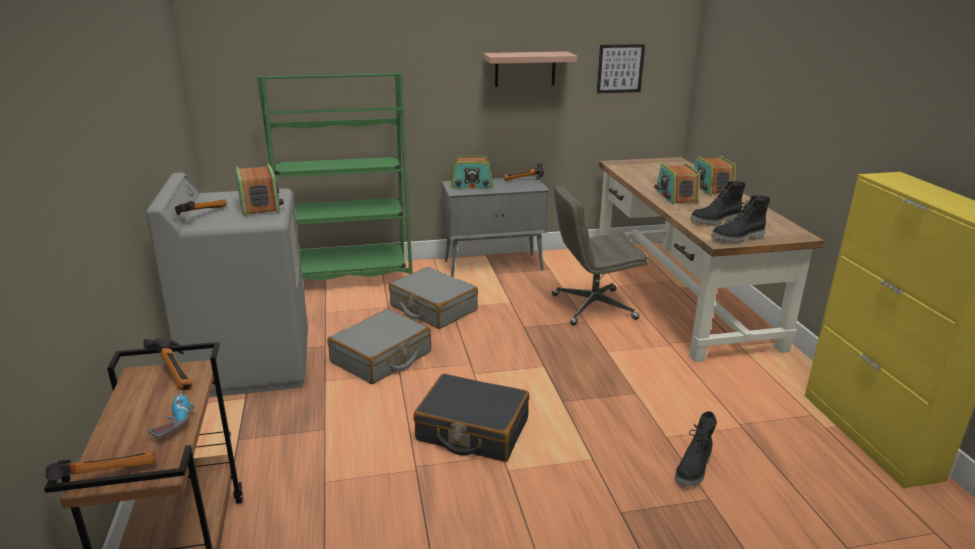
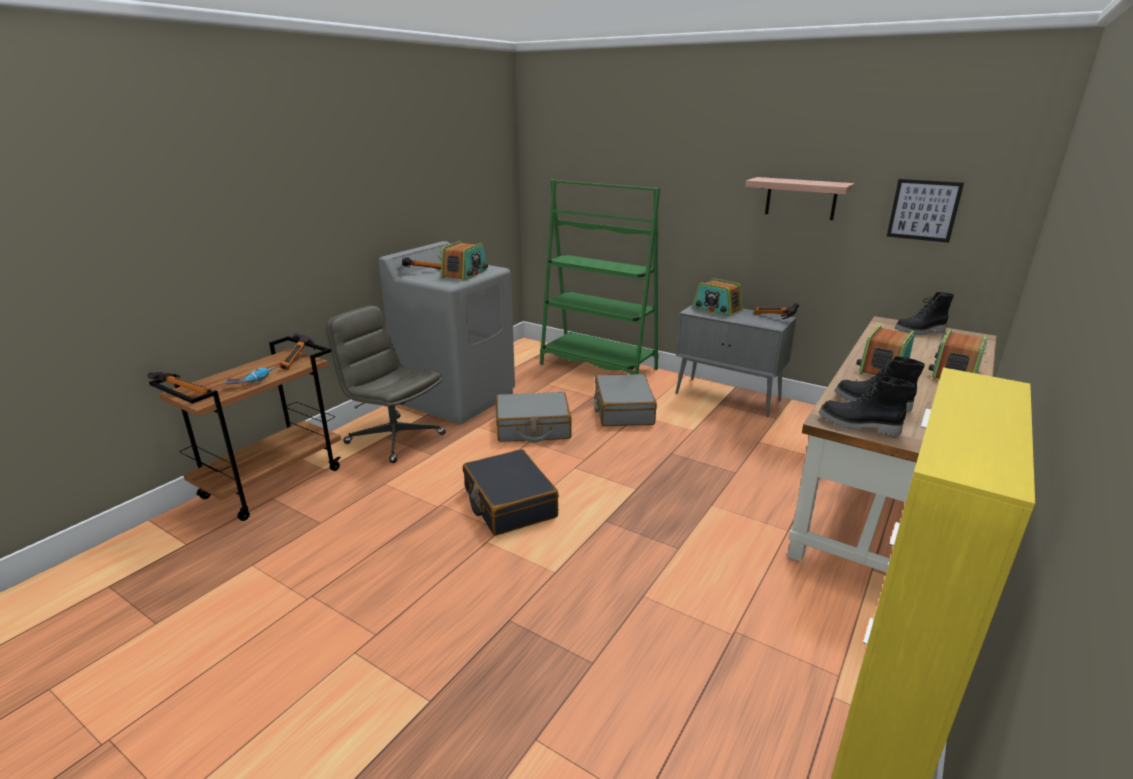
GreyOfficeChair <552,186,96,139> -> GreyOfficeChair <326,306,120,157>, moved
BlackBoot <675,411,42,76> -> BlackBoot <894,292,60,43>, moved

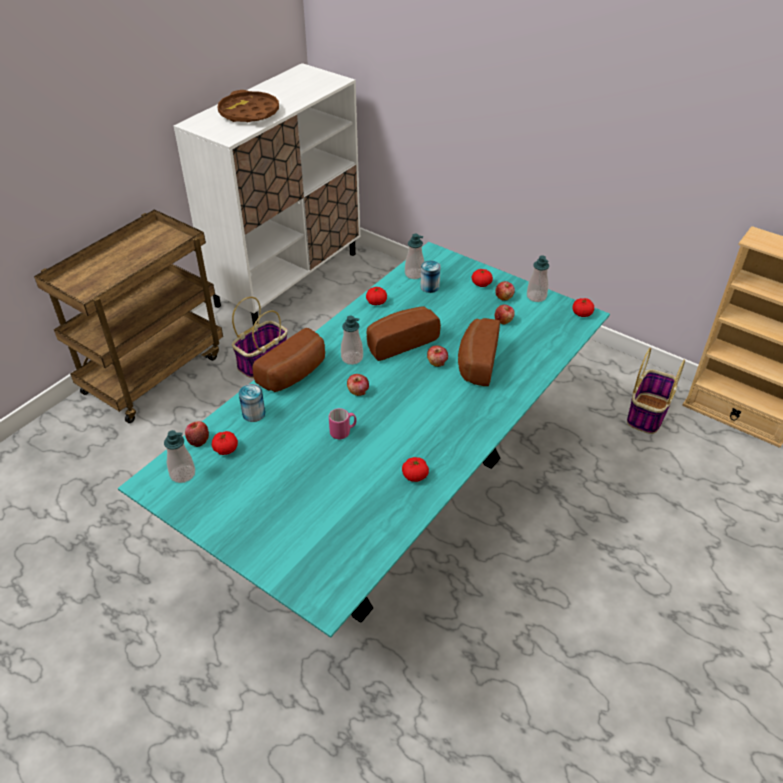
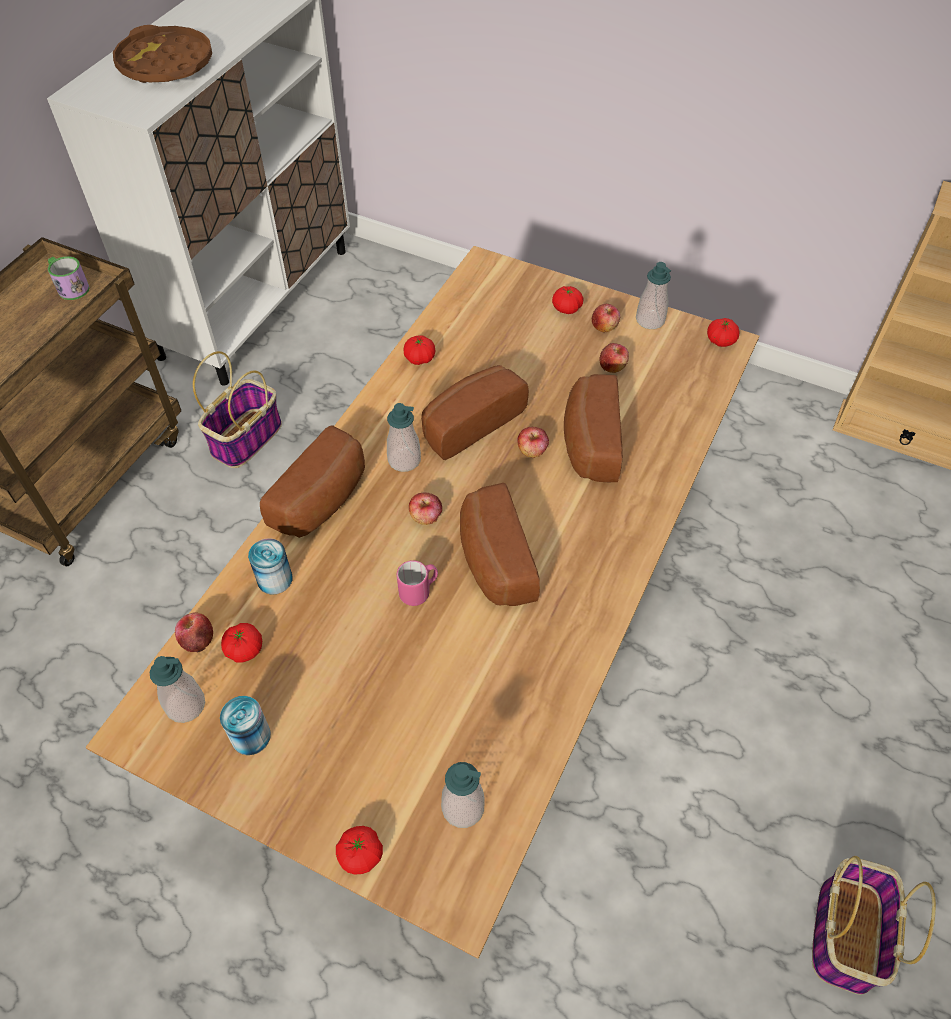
none -> Mug <48,256,42,44>
TurquoiseDiningTable <118,242,492,396> -> BrownDiningTable <85,246,674,713>
Can <420,260,21,33> -> Can <220,696,51,59>, moved
Tomato <402,457,27,25> -> Tomato <336,826,47,49>, moved
SoapDispenser <405,234,19,45> -> SoapDispenser <441,762,44,66>, moved
none -> Bread <460,483,80,123>
Basket <627,348,58,86> -> Basket <812,856,124,139>, moved

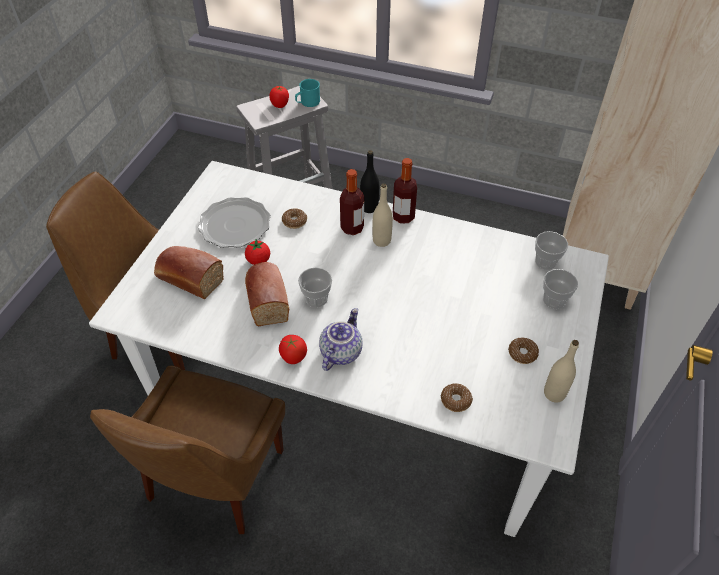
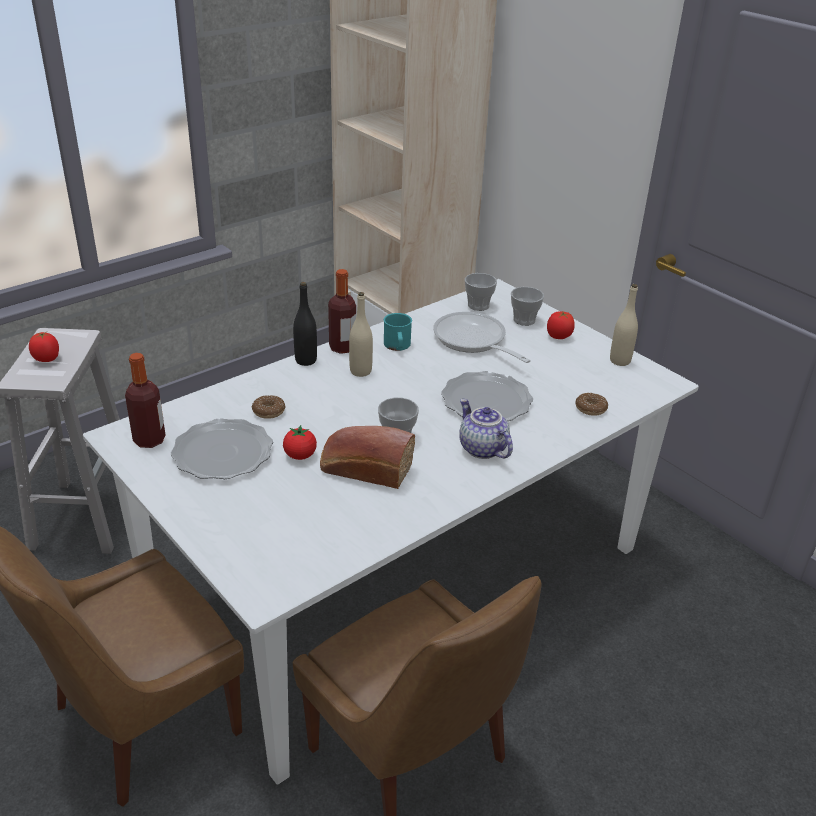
Bottle <340,169,24,66> -> Bottle <125,353,40,95>, moved
TurquoiseMug <295,79,25,28> -> TurquoiseMug <384,313,28,38>, moved
none -> FryingPan <433,312,98,51>
none -> Plate <441,371,92,50>
Tomato <279,335,28,29> -> Tomato <547,311,28,28>, moved
Bread <154,246,69,53> -> none
Donut <508,338,31,26> -> none

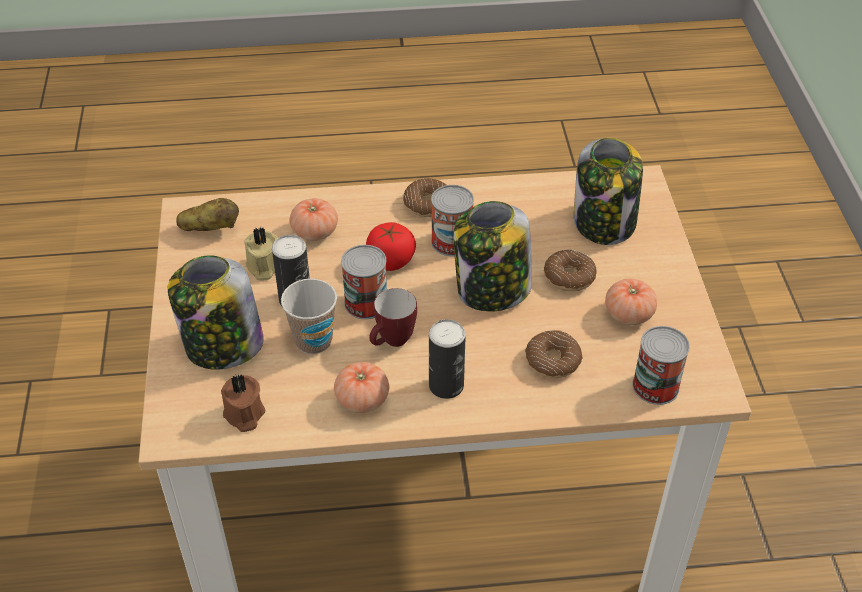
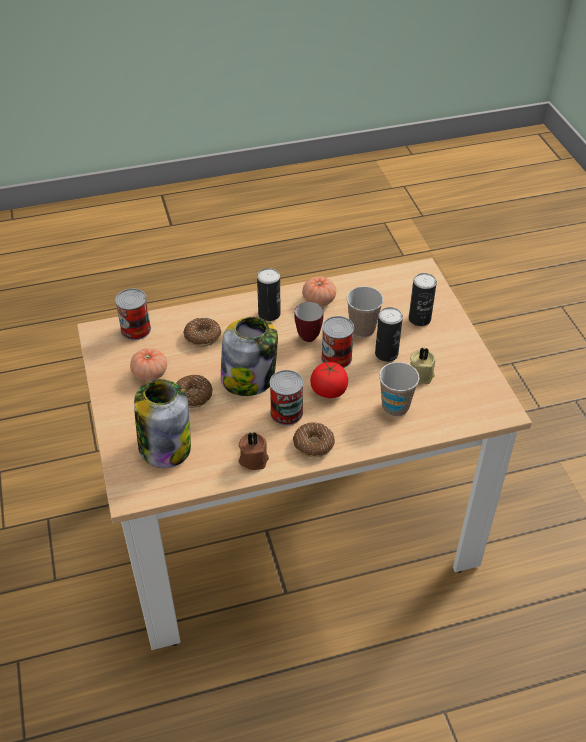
BrownCandle <221,374,44,58> -> BrownCandle <239,433,30,37>, moved
Tomato <289,198,49,43> -> Cup <379,362,40,55>
Jar <168,255,96,115> -> Can <409,273,28,53>
Potato <176,198,63,33> -> none

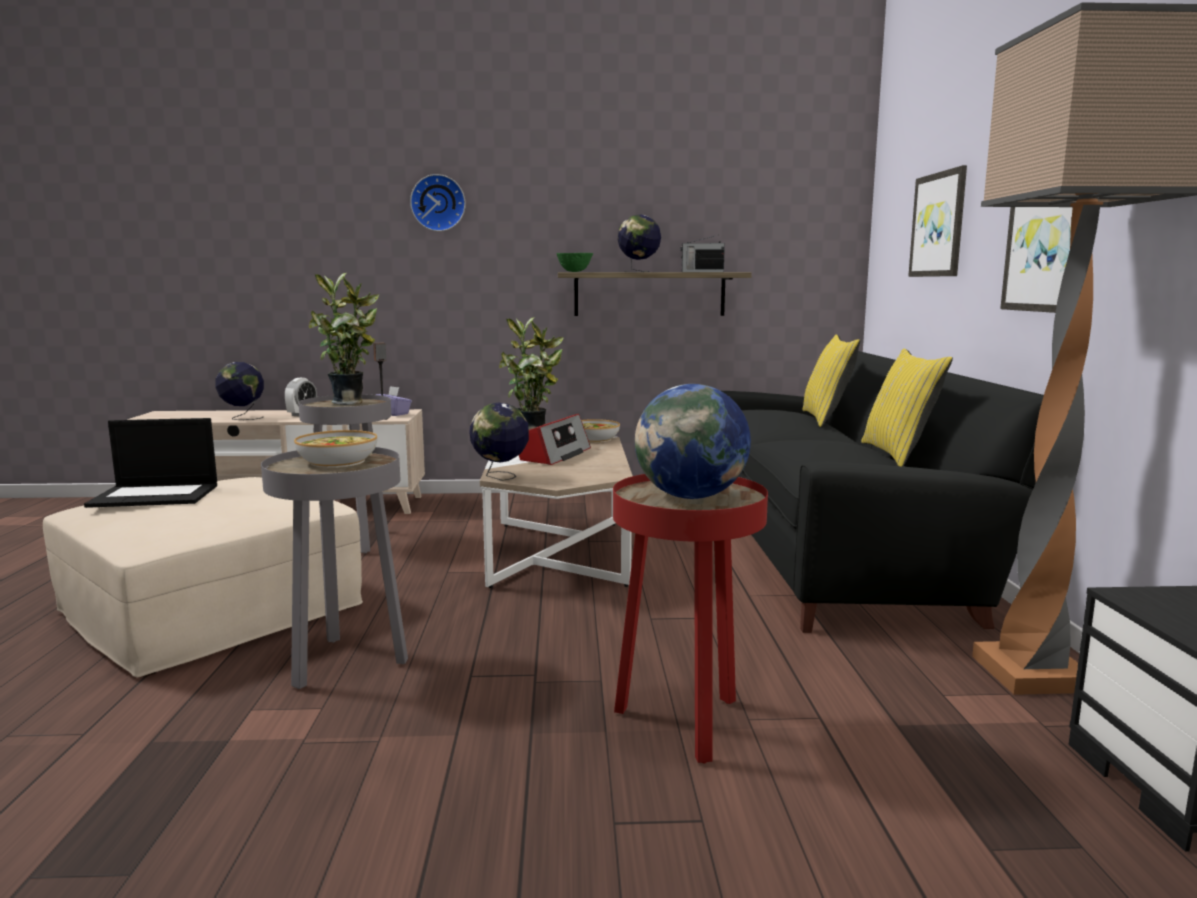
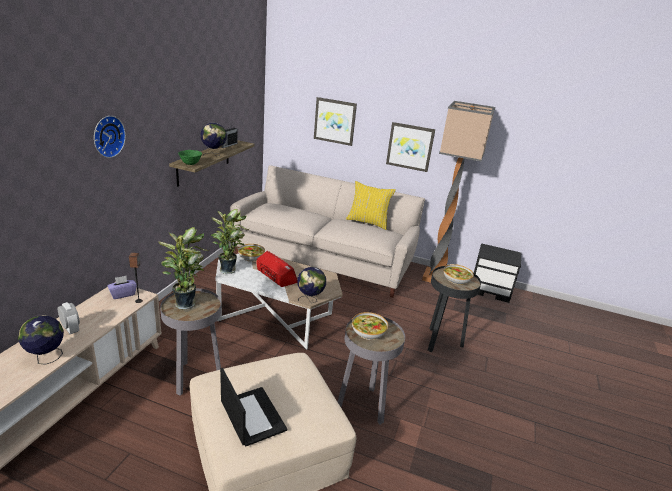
Laptop <84,418,133,90> -> Laptop <220,368,67,79>, 45 degrees counterclockwise
BlackSofa <722,351,322,282> -> BeigeSofa <230,165,195,133>
RedSideTable <613,474,155,290> -> BlackSideTable <428,266,53,86>
Globe <635,384,116,115> -> Bowl <443,264,31,21>
YellowPillow <802,334,58,93> -> none

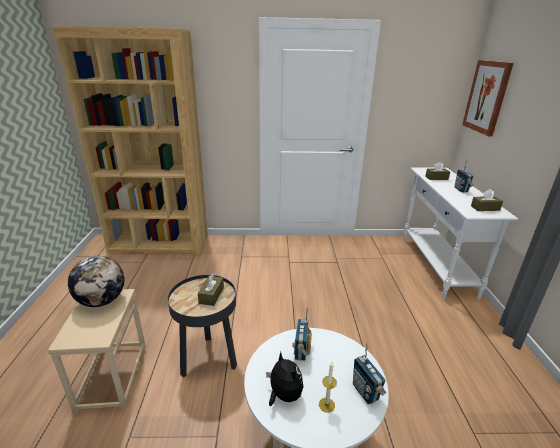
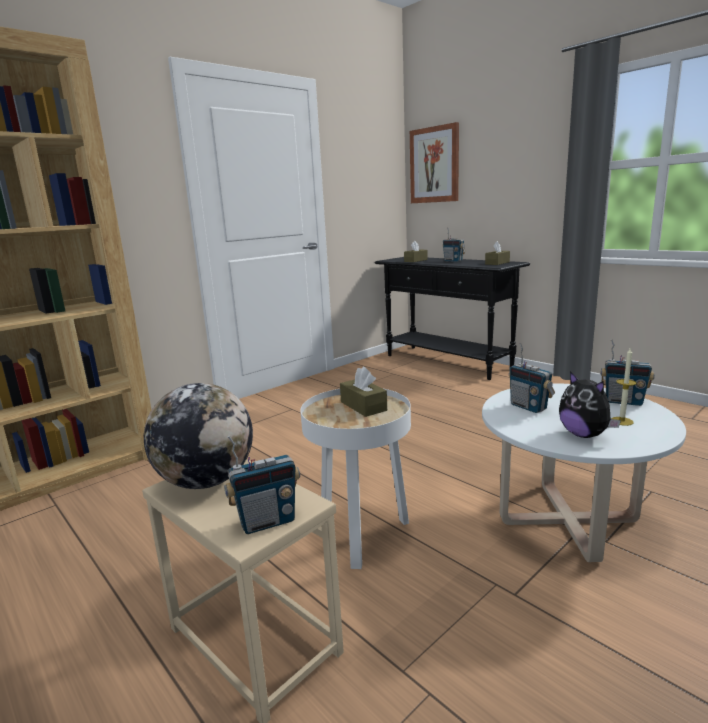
none -> Radio <224,435,76,99>
BlackSideTable <168,275,69,102> -> WhiteSideTable <300,388,111,181>
WhiteConsoleTable <403,167,115,132> -> BlackConsoleTable <375,257,155,123>
PlushToy <266,352,37,54> -> PlushToy <559,371,62,67>, 135 degrees counterclockwise

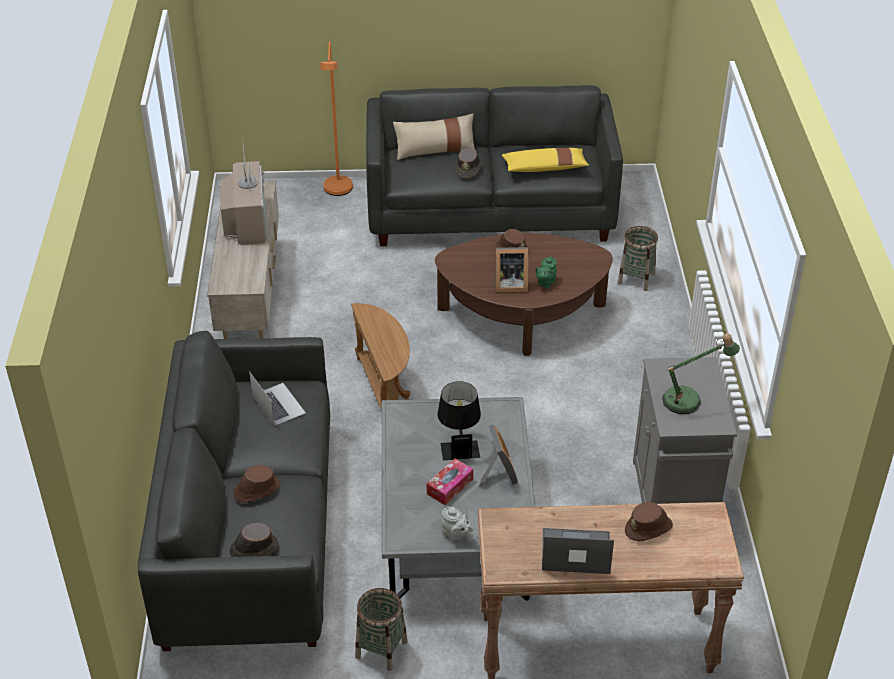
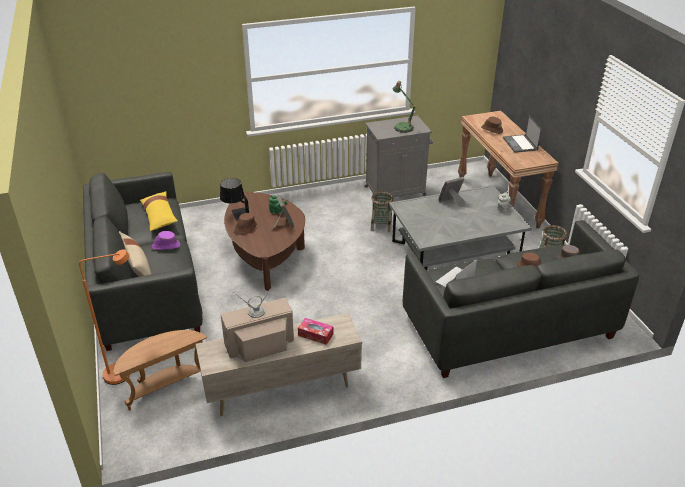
BrownSideTable <351,303,59,107> -> BrownSideTable <113,330,94,81>, moved
BrownHat <456,148,26,30> -> PurpleHat <152,231,28,19>
BlackTableLamp <437,381,44,79> -> BlackTableLamp <220,178,29,43>, moved
TissueBox <427,458,46,47> -> TissueBox <298,318,36,27>, moved
Basket <618,226,40,65> -> Basket <371,191,22,41>, moved

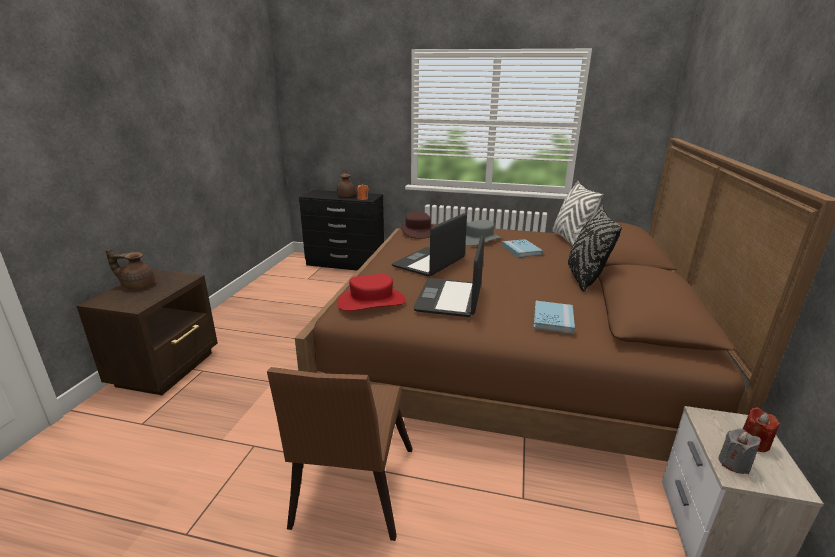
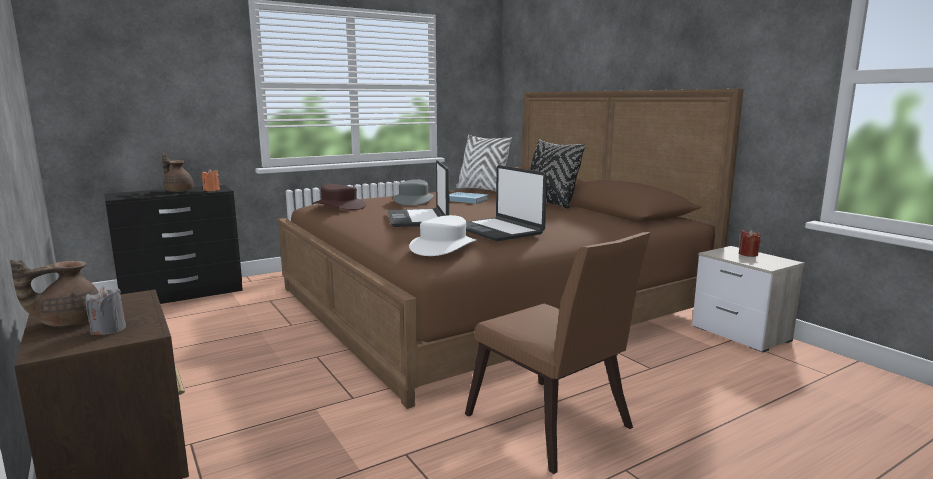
GreyCandle <718,429,43,45> -> GreyCandle <85,286,41,49>, moved
RedHat <337,274,69,37> -> WhiteHat <409,215,68,41>
BlueBook <534,301,41,33> -> none

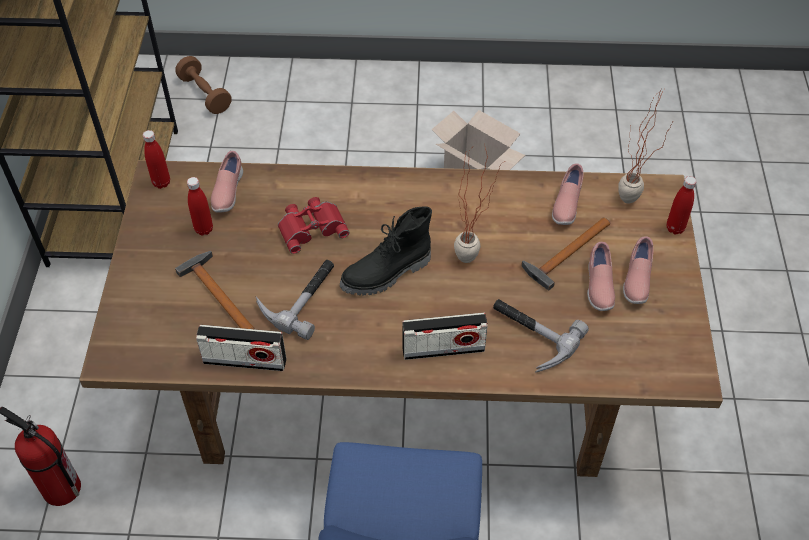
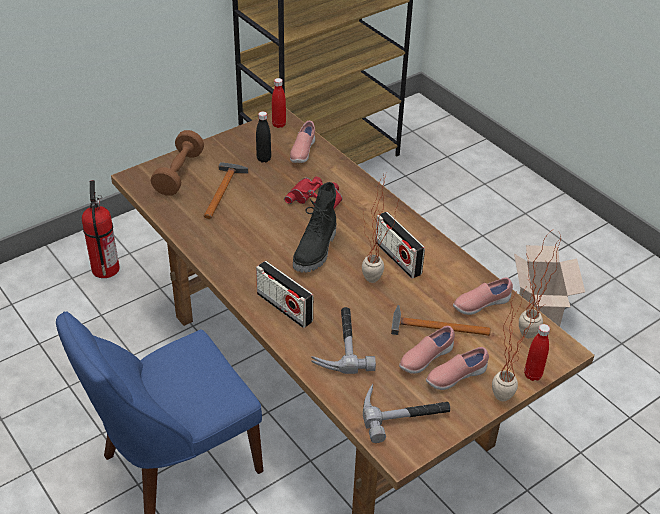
BrownDumbbell <175,56,57,58> -> BrownDumbbell <151,130,53,66>, moved
RedBottle <187,177,26,58> -> BlackBottle <256,111,15,52>
PinkShoe <211,151,32,62> -> PinkShoe <290,121,25,42>, 45 degrees counterclockwise
BlackBoot <340,207,92,89> -> BlackBoot <293,182,43,91>, 90 degrees counterclockwise
Hammer <256,260,78,80> -> Hammer <363,384,87,59>, moved
Radio <196,325,90,46> -> Radio <375,212,50,67>, moved
none -> PottedPlant <492,281,54,120>

